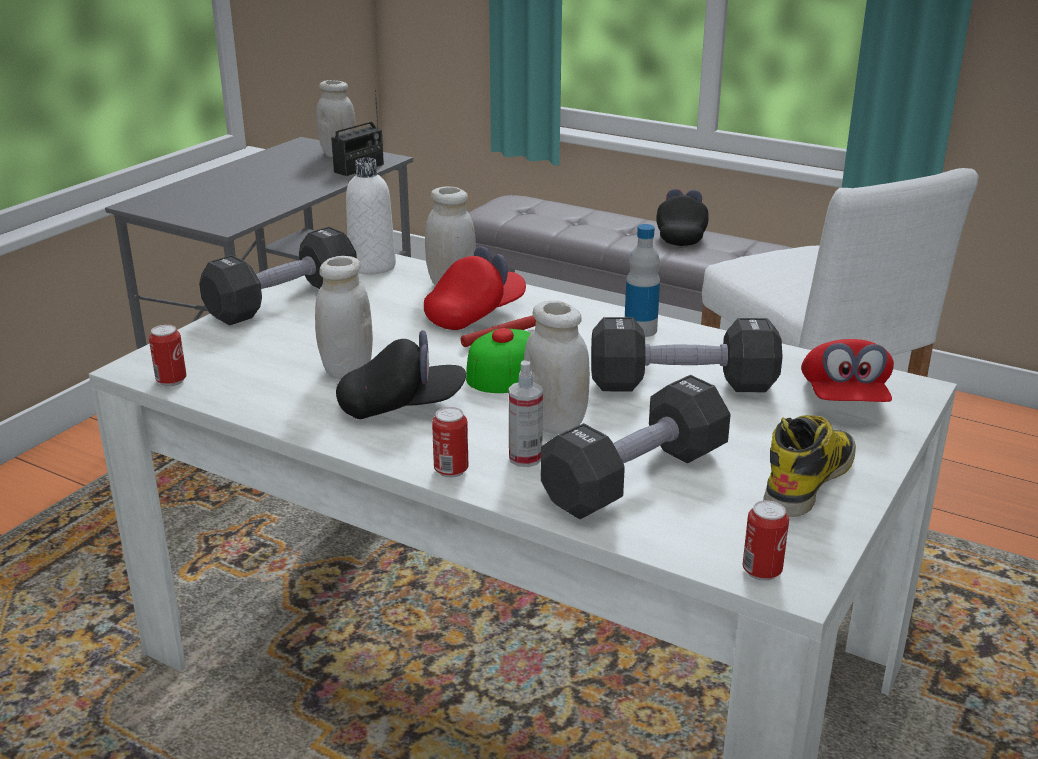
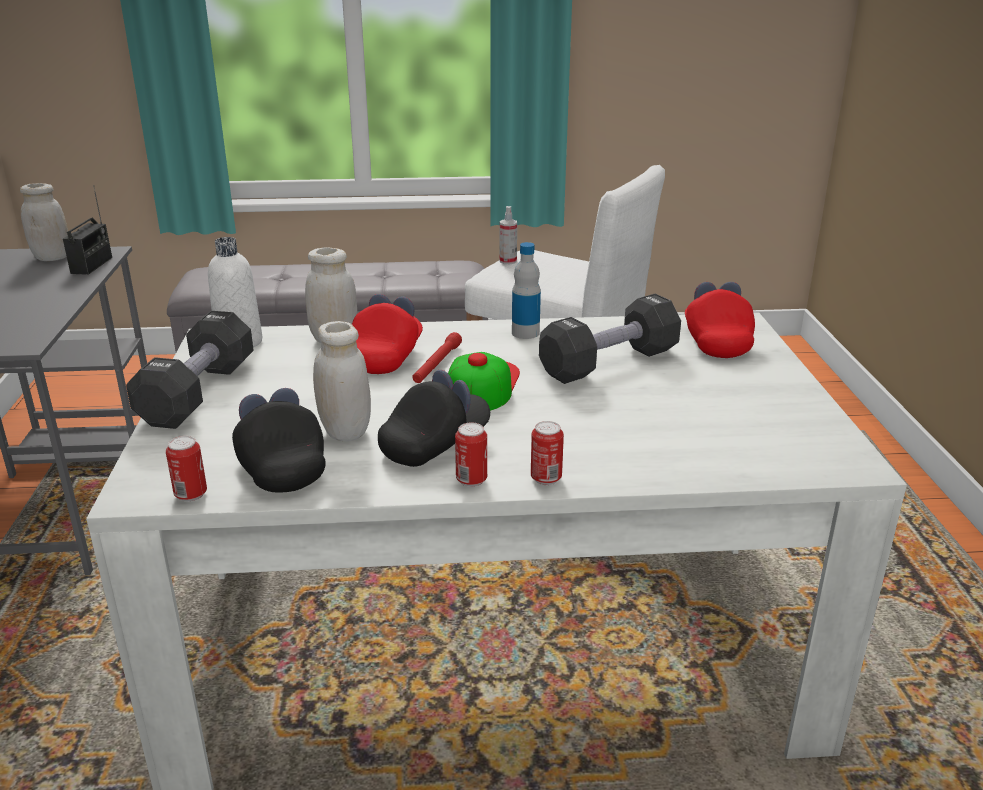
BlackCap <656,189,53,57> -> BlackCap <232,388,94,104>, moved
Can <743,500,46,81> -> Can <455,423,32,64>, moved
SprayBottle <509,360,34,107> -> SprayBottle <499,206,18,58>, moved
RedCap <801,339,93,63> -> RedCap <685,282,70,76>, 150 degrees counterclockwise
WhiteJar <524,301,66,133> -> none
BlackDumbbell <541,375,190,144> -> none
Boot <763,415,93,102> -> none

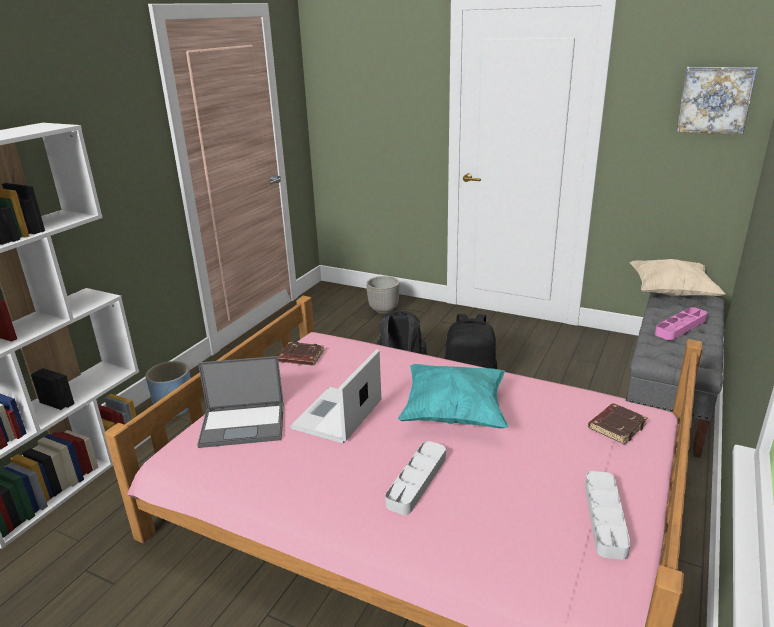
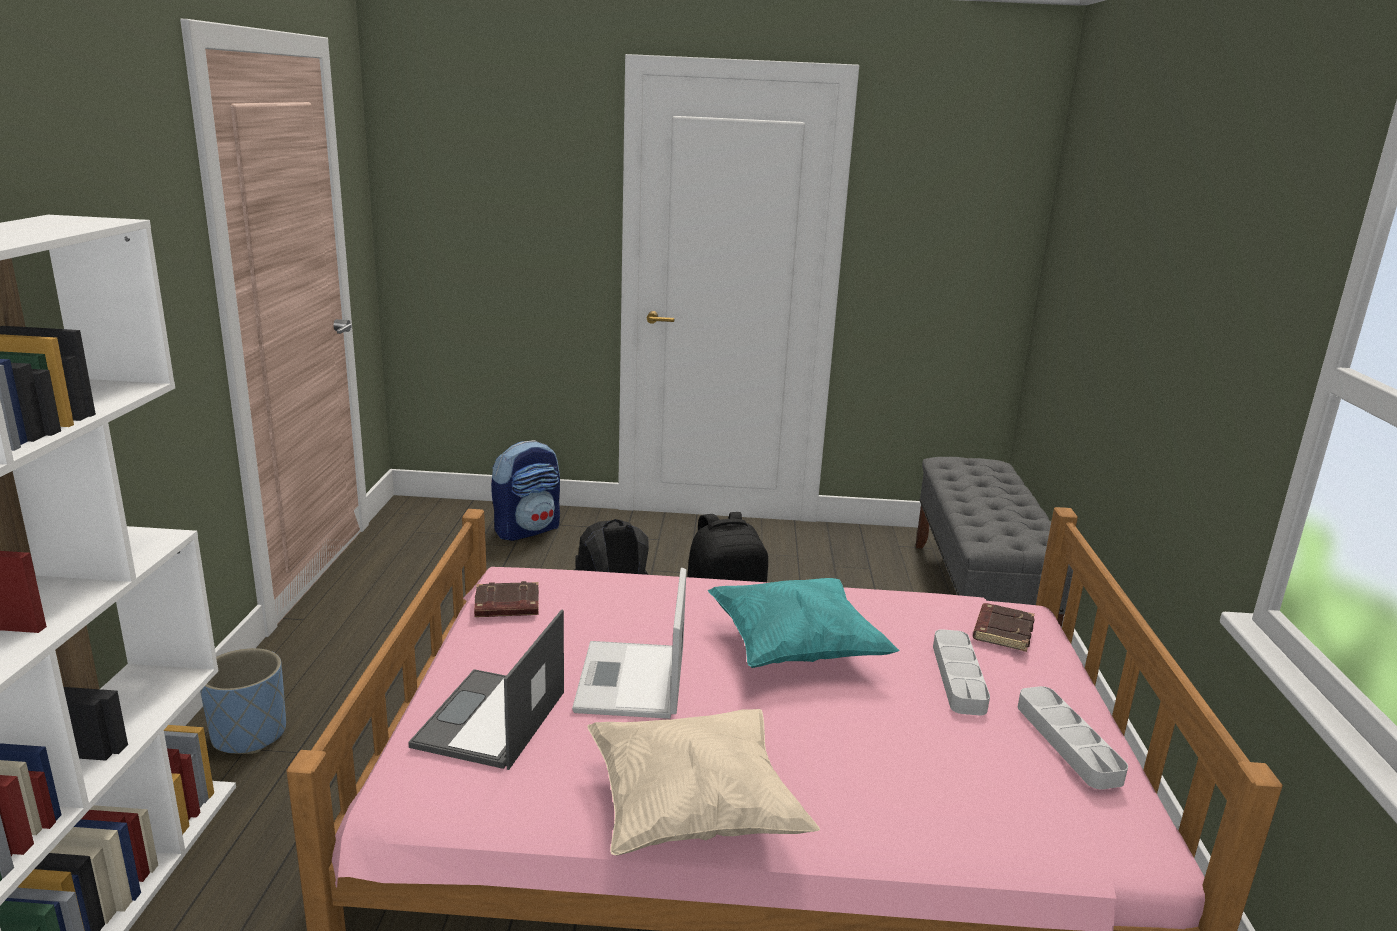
Laptop <197,356,87,92> -> Laptop <408,609,156,161>, 135 degrees clockwise
Planter <366,276,34,38> -> Backpack <491,440,69,101>
BeigePillow <629,259,97,38> -> BeigePillow <587,709,233,147>, moved
GreyTray <385,441,61,74> -> GreyTray <933,629,57,87>, moved
PinkTray <655,307,52,33> -> none
Picture <676,67,81,68> -> none

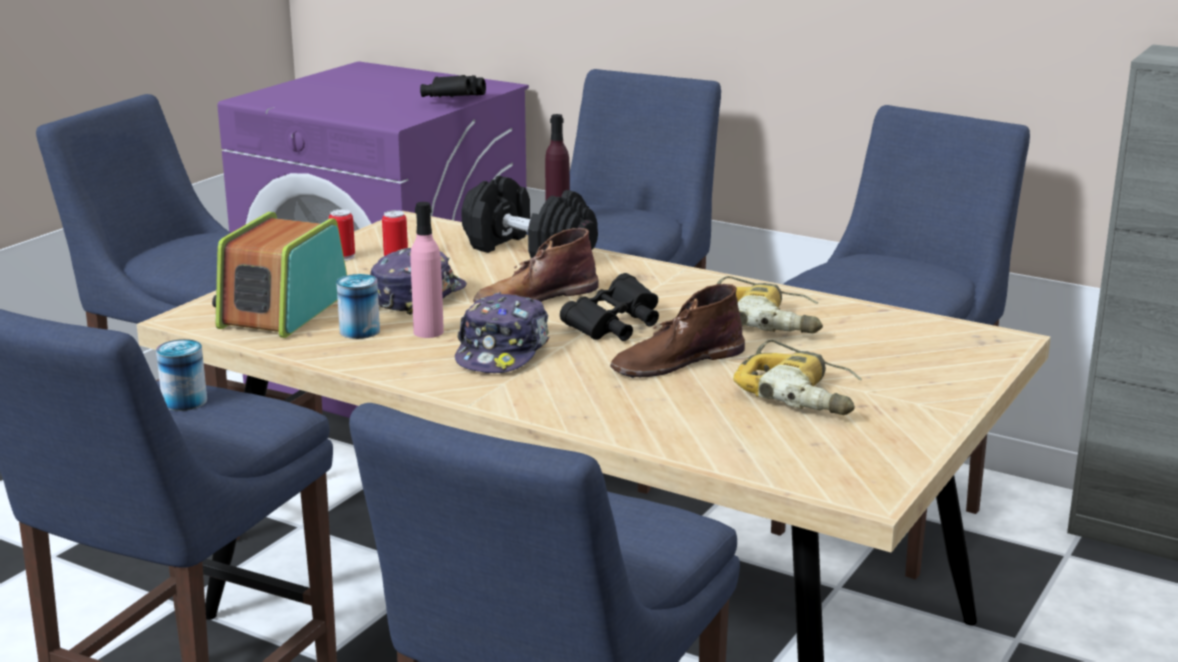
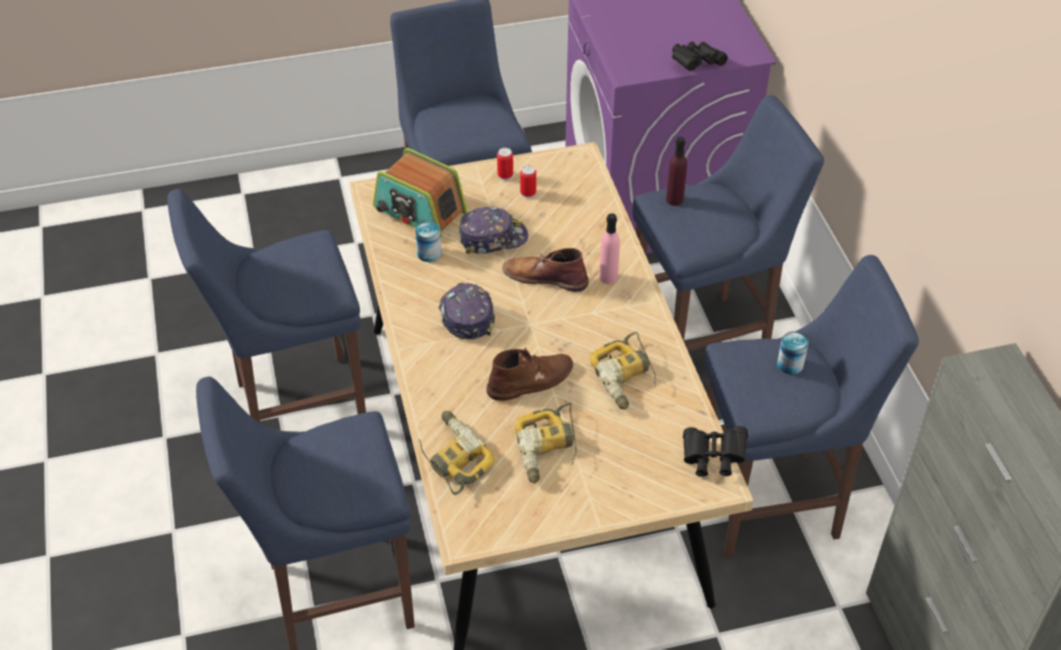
Radio <212,212,135,126> -> Radio <373,148,94,89>, 120 degrees counterclockwise
none -> PowerDrill <419,411,76,84>
Cap <455,292,95,81> -> Cap <438,283,57,57>, 105 degrees clockwise
BrownBoot <610,284,135,94> -> BrownBoot <487,348,86,53>, 135 degrees clockwise
PinkBottle <410,202,34,136> -> PinkBottle <599,213,21,71>, moved
BlackBinoculars <560,273,99,68> -> BlackBinoculars <683,426,65,51>, moved
Can <156,339,51,72> -> Can <777,331,32,44>, moved
BlackDumbbell <461,176,137,82> -> none

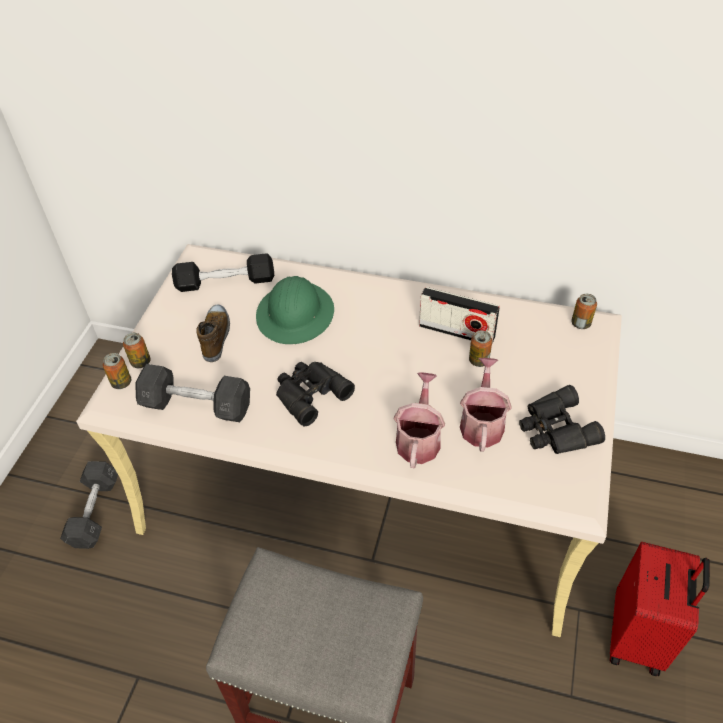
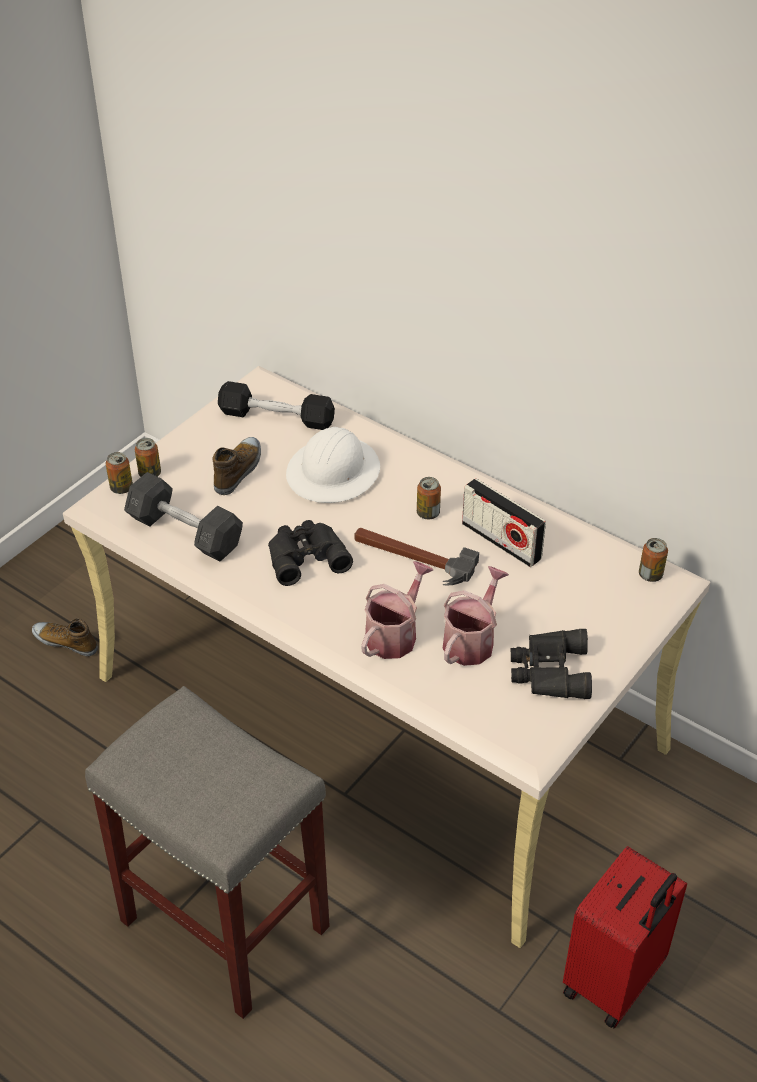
GreyDumbbell <60,461,58,88> -> Shoe <32,618,66,38>
GreenHardHat <256,276,78,68> -> WhiteHardHat <286,427,94,76>
none -> Hammer <354,528,125,58>
Can <469,330,23,37> -> Can <417,477,24,42>, moved

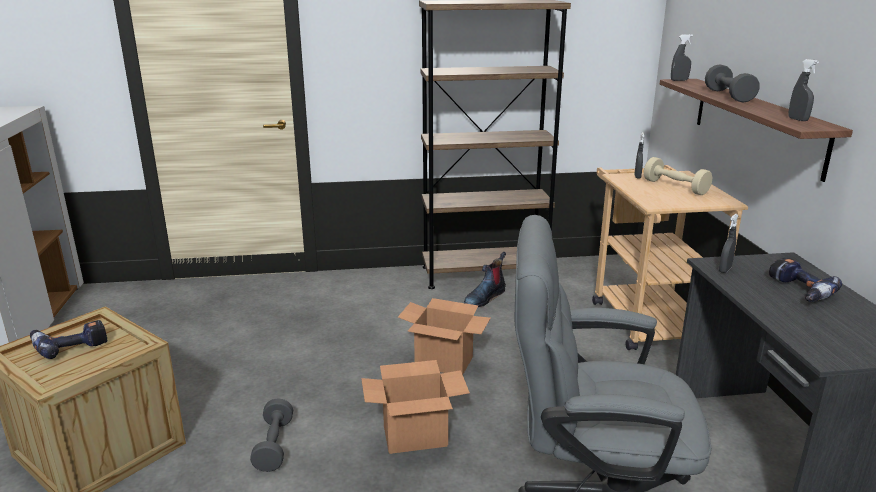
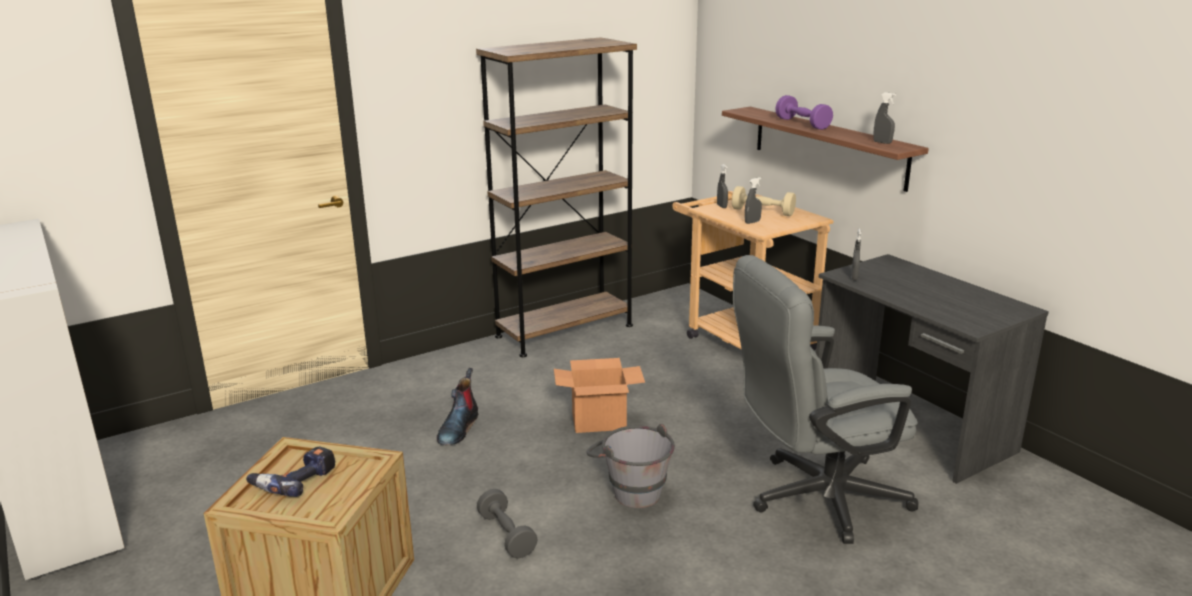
Boot <464,252,42,55> -> Boot <437,368,41,77>, moved
CardboardBox <361,360,109,94> -> GreyBucket <586,424,89,84>
GreySprayBottle <671,34,22,47> -> GreySprayBottle <745,177,17,47>, moved
GreyDumbbell <705,64,55,39> -> PurpleDumbbell <775,95,58,35>
PowerDrill <769,258,73,44> -> none

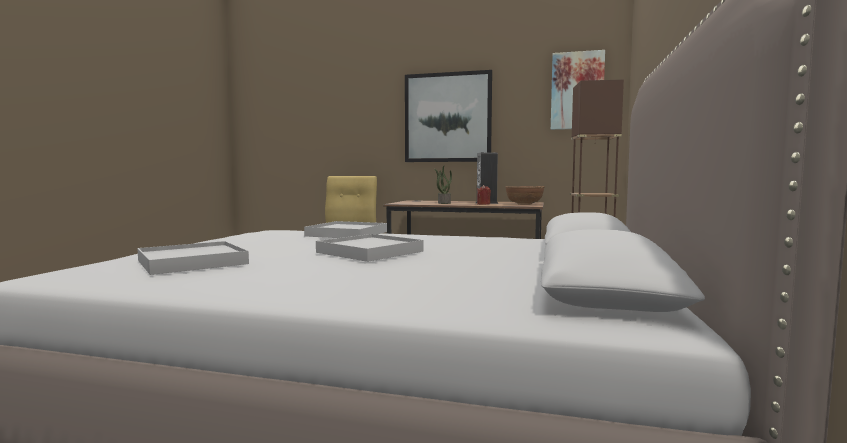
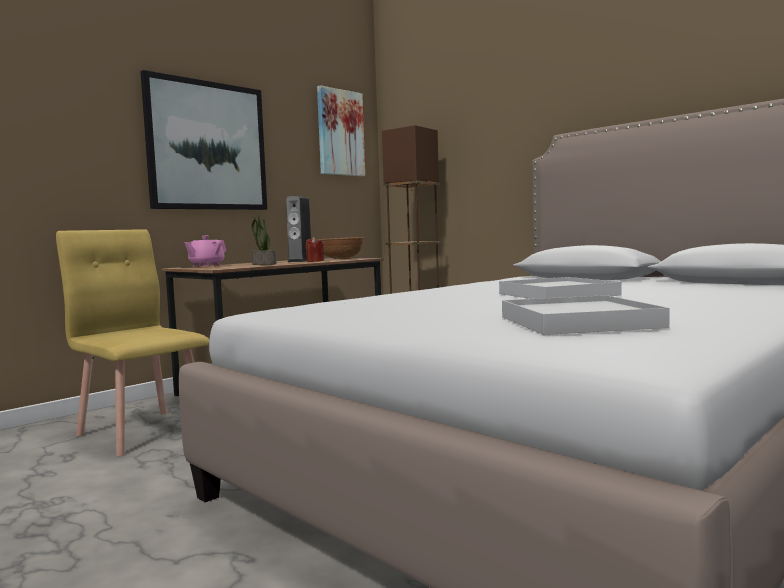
none -> PinkTeapot <185,236,41,30>
WhiteTray <304,221,83,17> -> none

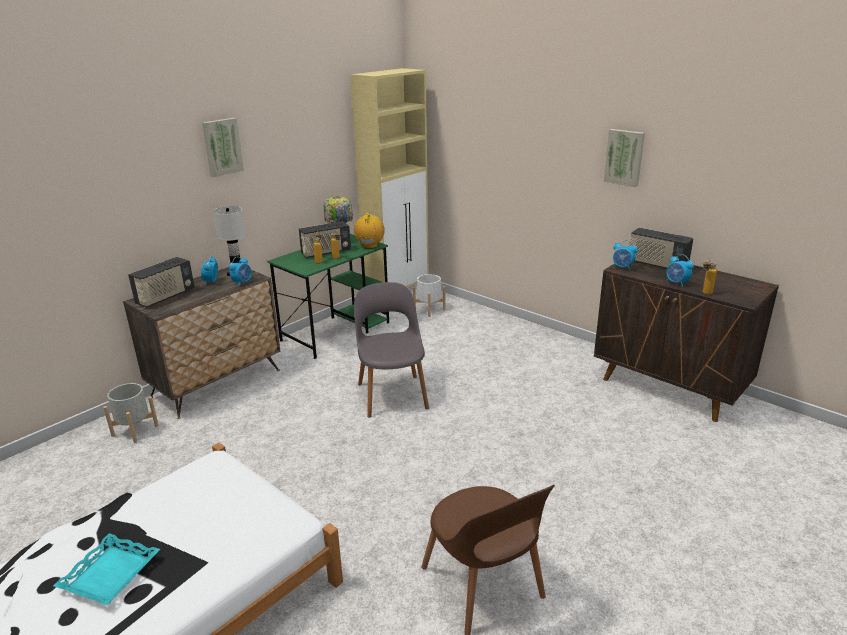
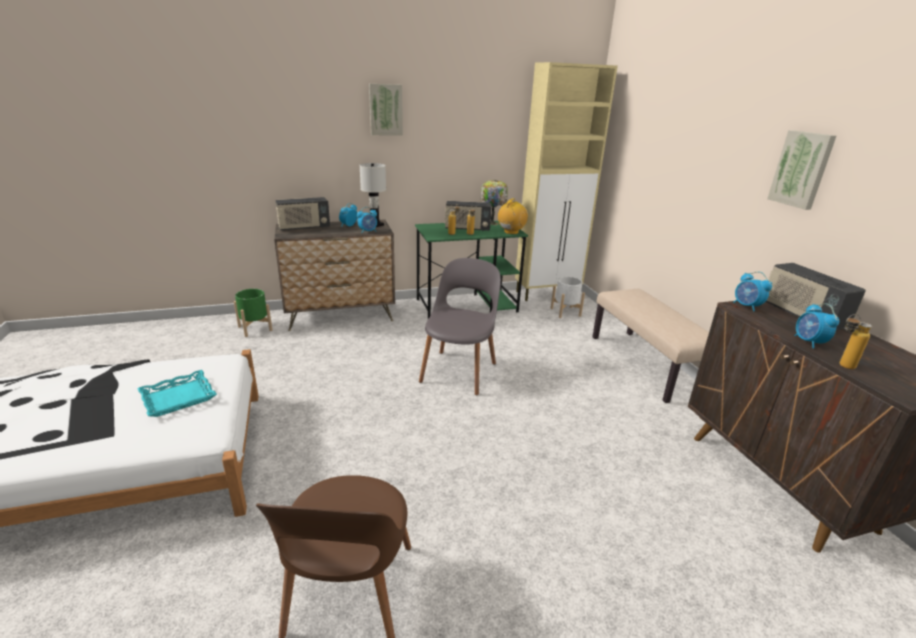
TurquoiseTray <53,533,107,72> -> TurquoiseTray <137,370,80,47>, moved
GreyPlanter <103,383,56,60> -> GreenPlanter <234,289,38,48>
none -> BeigeBench <593,289,116,114>

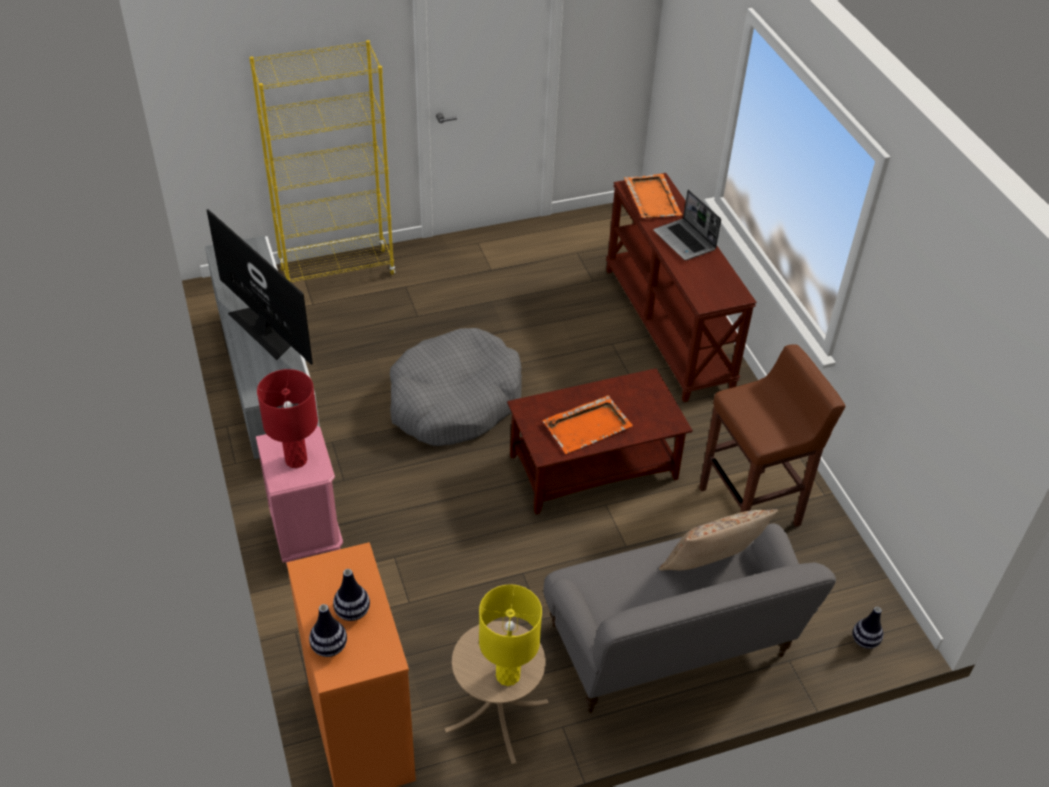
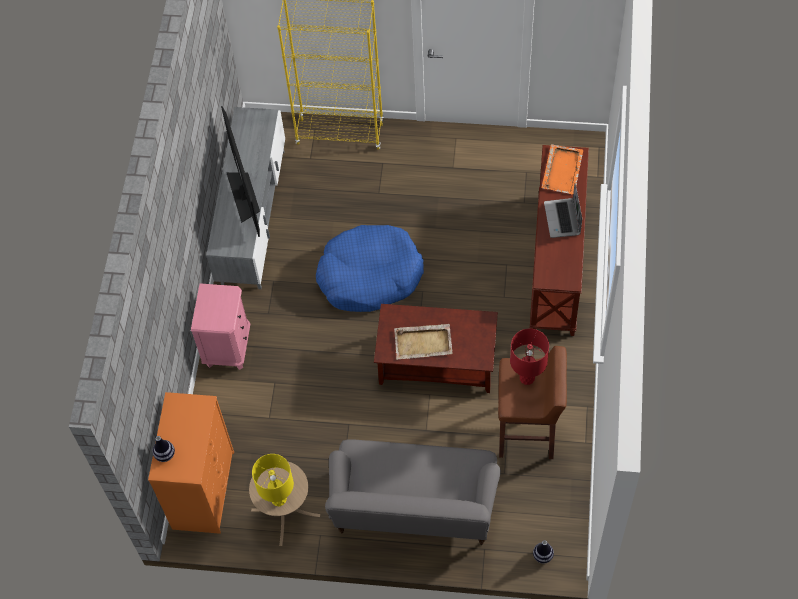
GreyDogBed <390,328,132,118> -> BlueDogBed <316,225,108,87>
OrangeTray <543,395,90,59> -> BeigeTray <394,324,59,36>
RedTableLamp <257,369,61,99> -> RedTableLamp <510,328,39,57>, moved
Vase <333,569,37,52> -> none
BeigePillow <659,509,119,61> -> none

